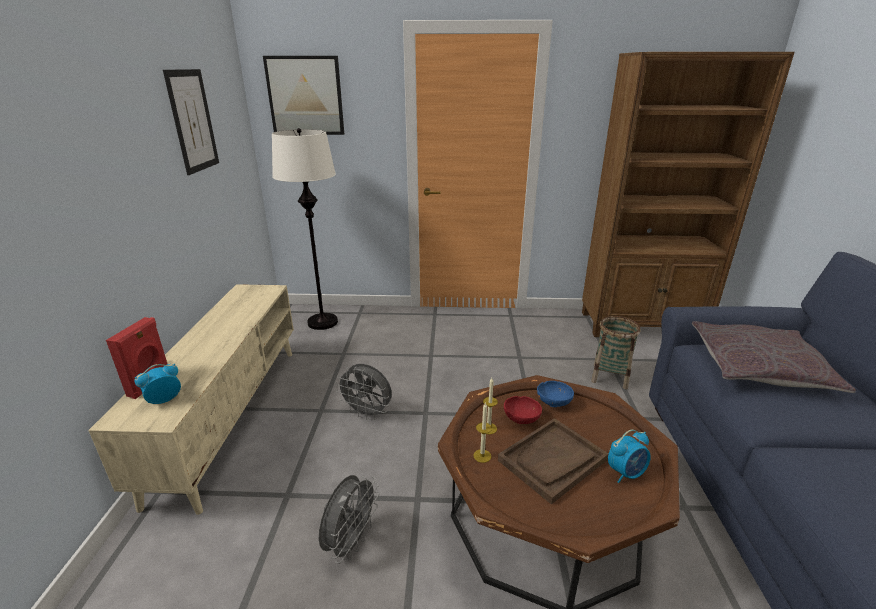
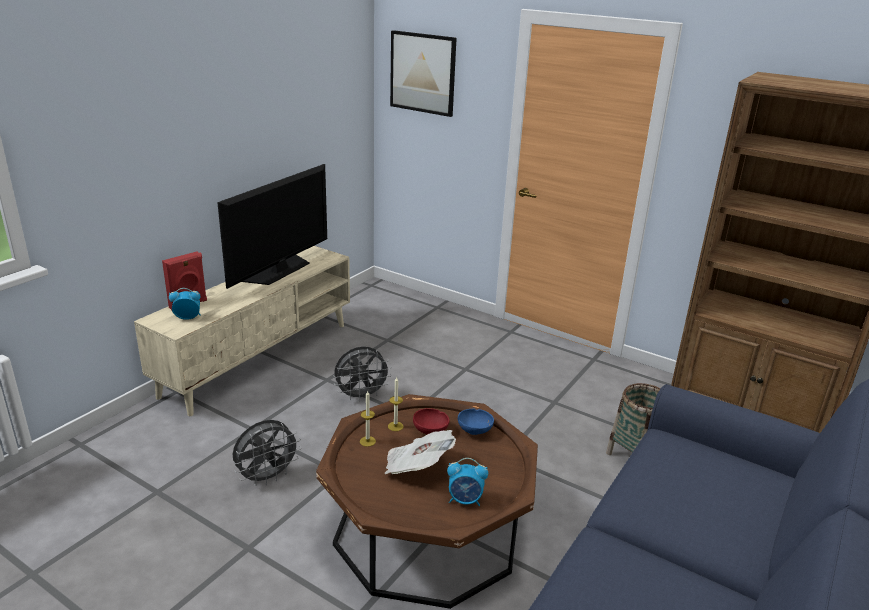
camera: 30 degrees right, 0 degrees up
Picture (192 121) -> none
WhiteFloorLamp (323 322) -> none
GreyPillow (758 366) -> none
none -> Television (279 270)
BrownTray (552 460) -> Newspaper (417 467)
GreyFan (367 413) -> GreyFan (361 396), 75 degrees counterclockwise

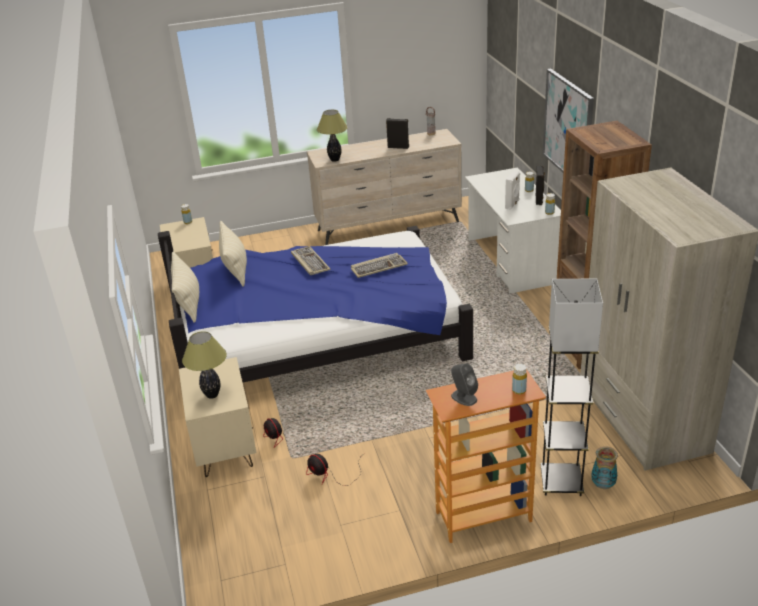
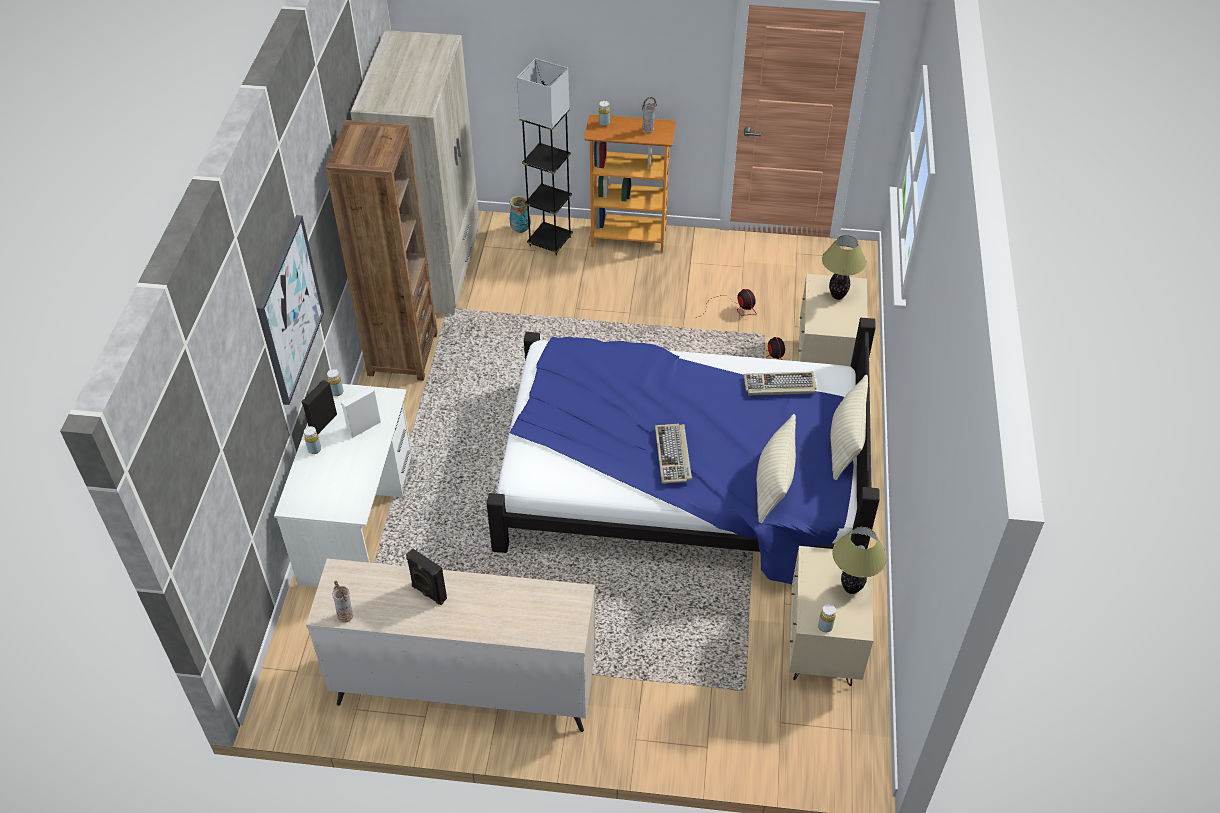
camera: 160 degrees left, 15 degrees up
TableLamp (334 160) -> TableLamp (851 588), shifted
Keyboard (378 267) -> Keyboard (779 386), shifted
GreySpeaker (463 397) -> Vase (648 130)

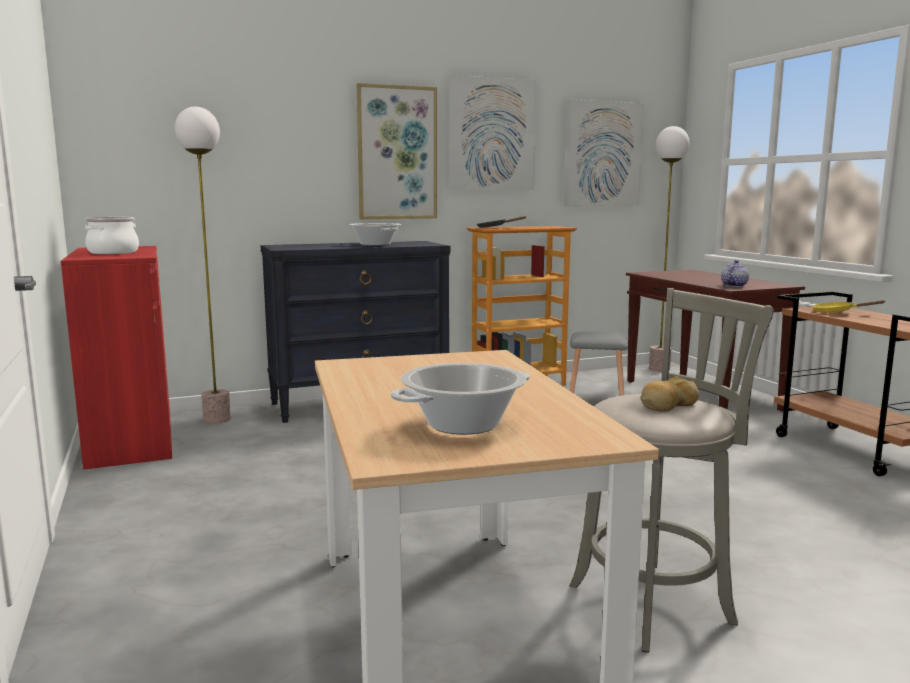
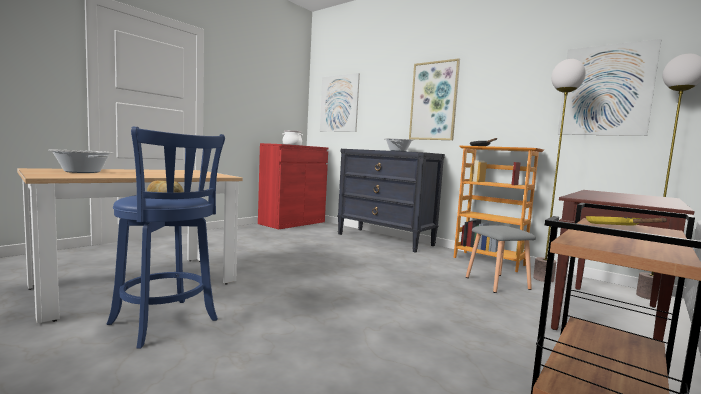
camera: 60 degrees right, 5 degrees down
Teapot (733 285) -> none
FloorLamp (217 419) -> FloorLamp (543 279), shifted
Picture (492 134) -> Picture (339 103), shifted
GreyStool (657 602) -> BlueStool (166 323)

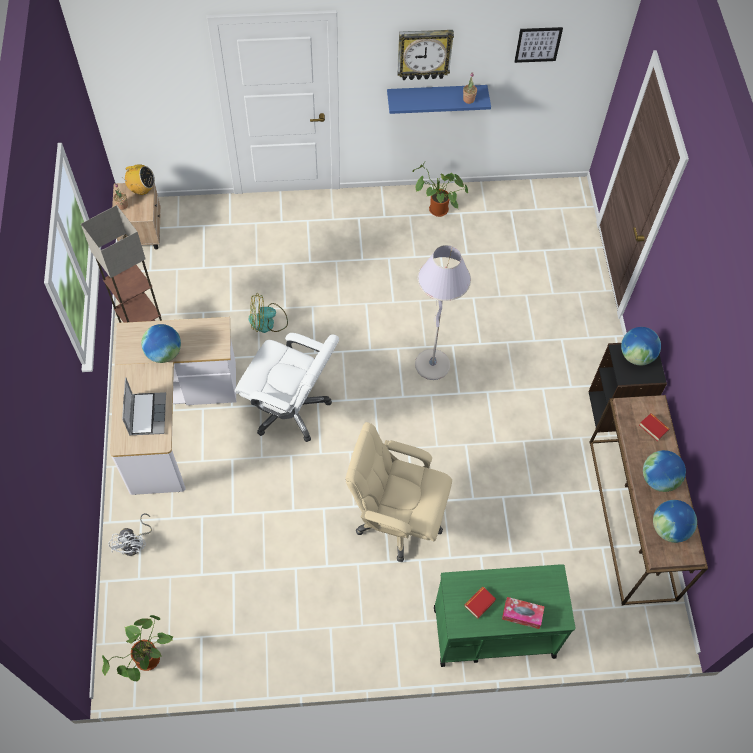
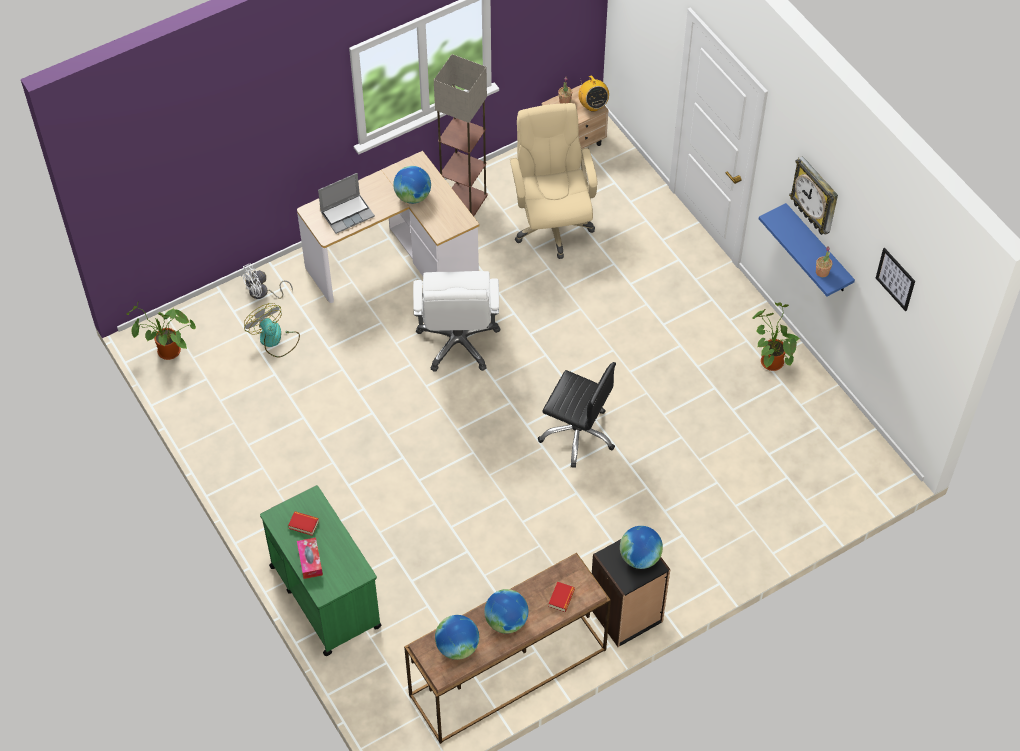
camera: 65 degrees right, 5 degrees down
Fan (268 322) -> Fan (274 340), shifted
BeigeOfficeChair (397 519) -> BeigeOfficeChair (552 225), shifted
GreyFloorLamp (432 365) -> BlackOfficeChair (577 434)

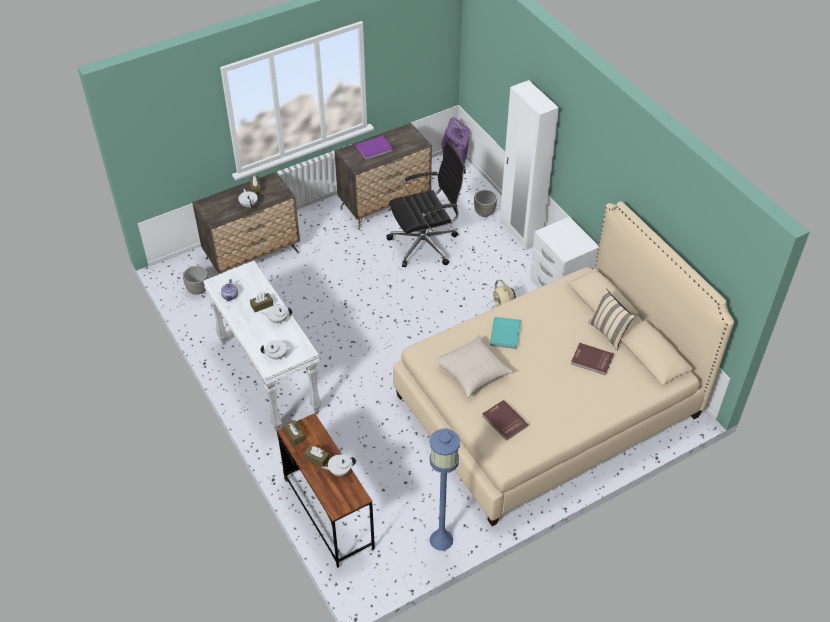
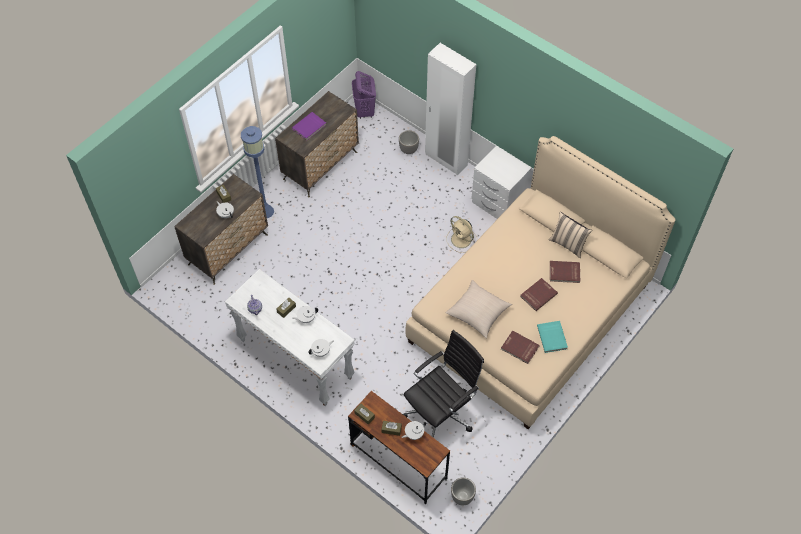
camera: 20 degrees left, 10 degrees up
none -> RedBook (538 295)
Planter (198 290) -> Planter (462 496), shifted
BlackOfficeChair (426 244) -> BlackOfficeChair (441 412), shifted
BlueFloorLamp (441 540) -> BlueFloorLamp (265 211), shifted
TurquoiseBook (506 334) -> TurquoiseBook (552 337), shifted

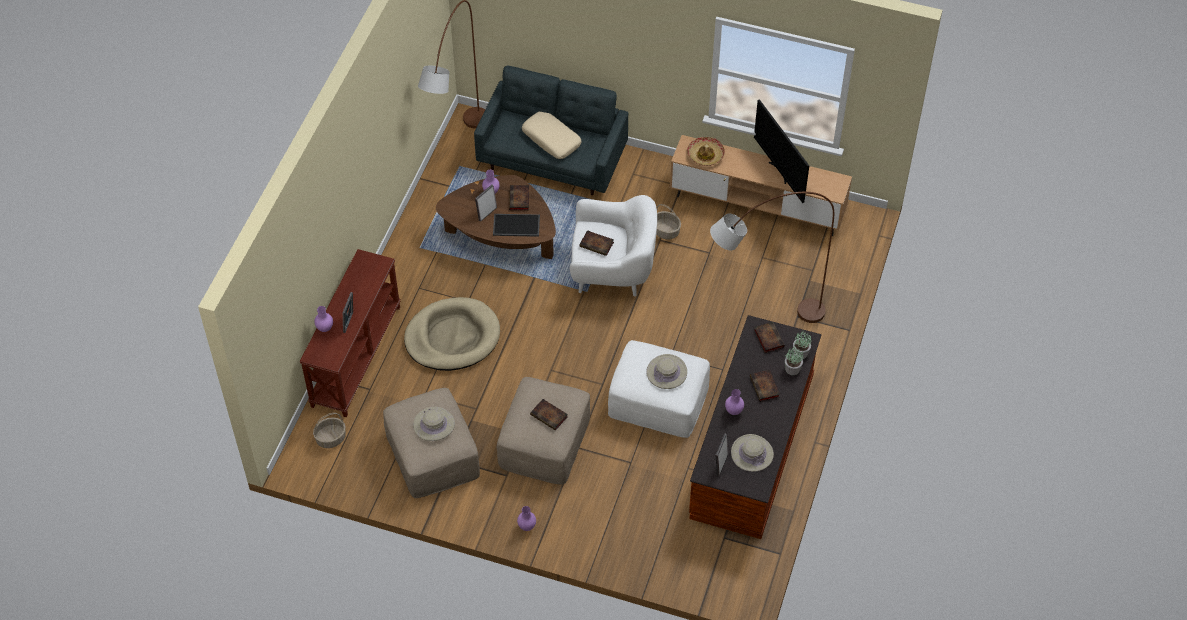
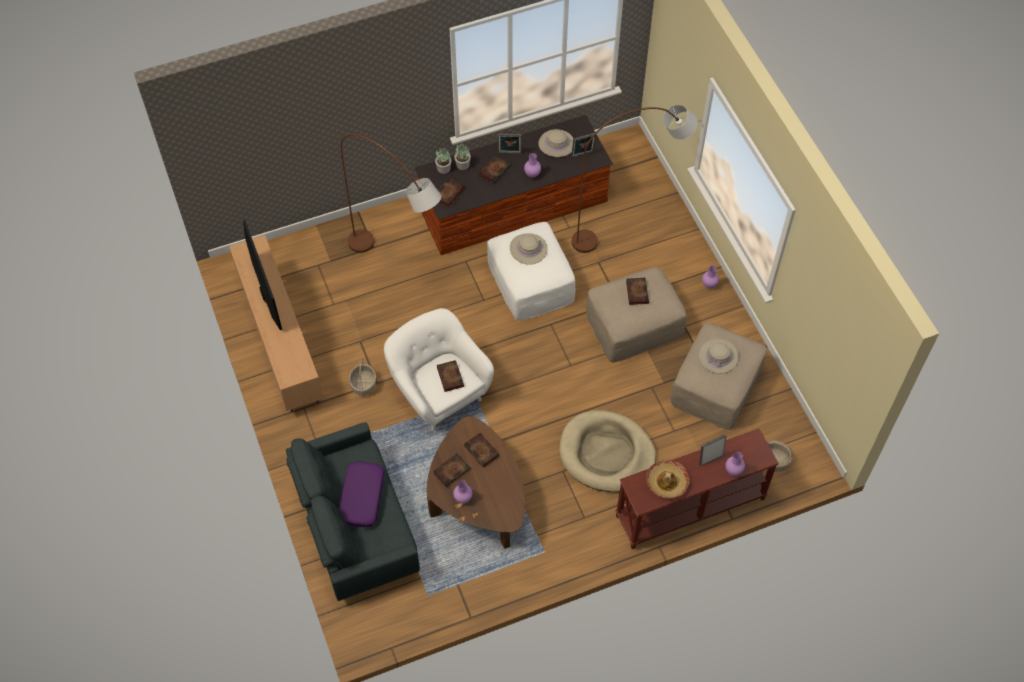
camera: 130 degrees left, 5 degrees up
BrownFloorLamp (458 153) -> BrownFloorLamp (629 227), shifted
PictureFrame (486 213) -> PictureFrame (509 153), shifted
Hat (705 155) -> Hat (667 482), shifted
Tray (516 226) -> Book (482 451)
BeigePillow (552 139) -> PurplePillow (361 497)
Television (780 172) -> Television (265 294), 45 degrees counterclockwise

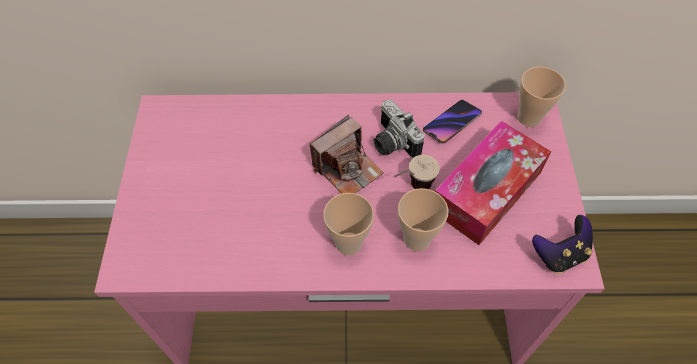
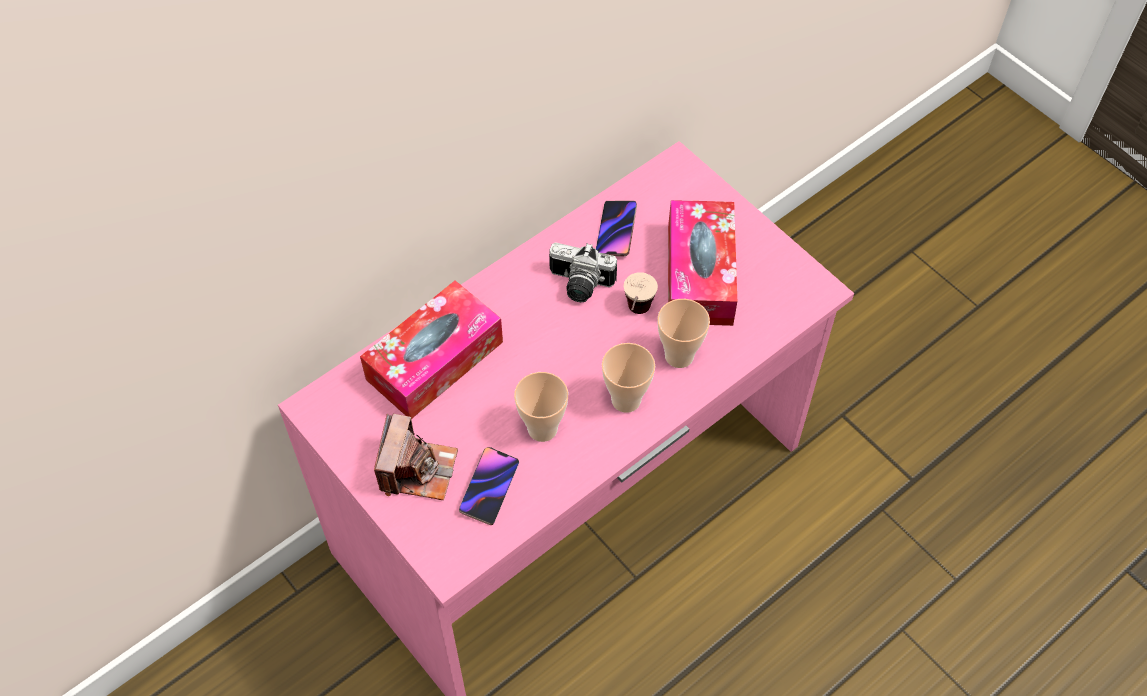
camera: 40 degrees left, 0 degrees up
GameController (559 254) -> none
none -> TissueBox (434 360)
none -> Phone (489 487)
PhotoCamera (347 169) -> PhotoCamera (417 469), shifted
Cup (529 118) -> Cup (542 428), shifted

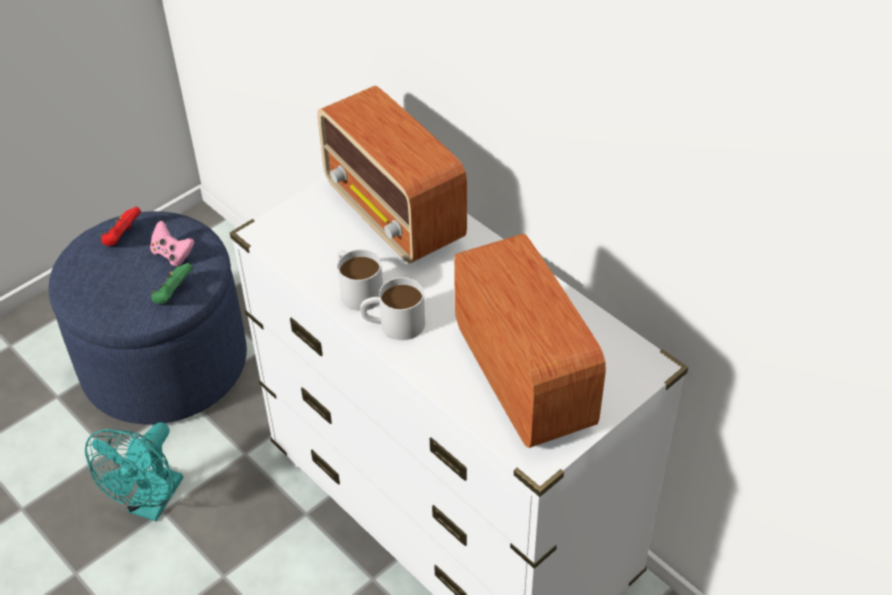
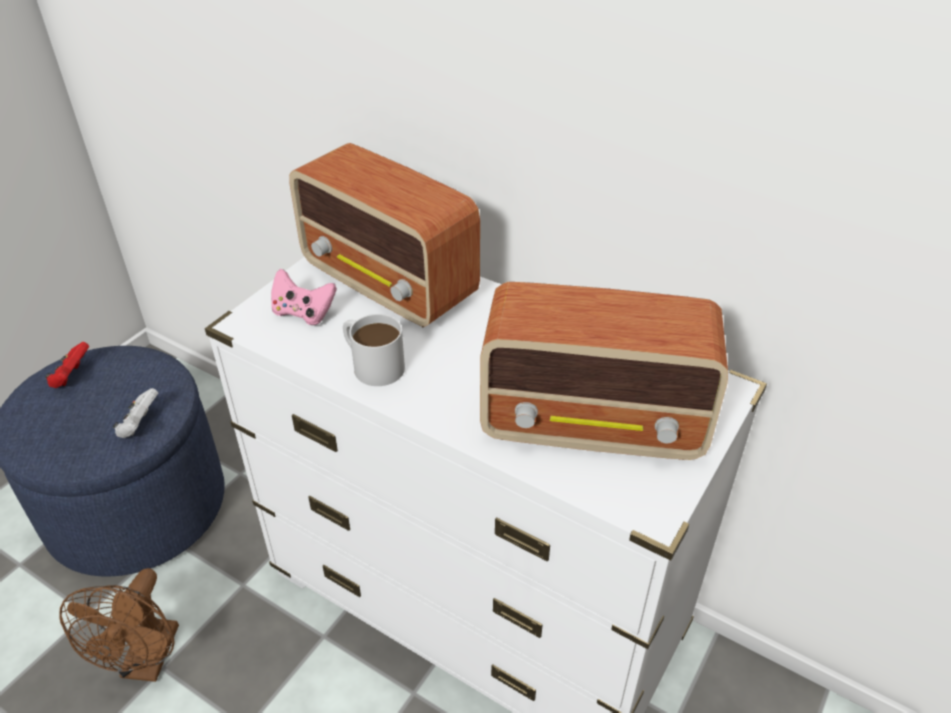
camera: 15 degrees left, 5 degrees down
WhiteMug (393 323) -> none
PinkGameController (172 254) -> PinkGameController (303 313), shifted
TurquoiseFan (151 504) -> BrownFan (147 662)
GreenGameController (173 294) -> WhiteGameController (139 425)
Radio (522 376) -> Radio (595 424), 135 degrees clockwise

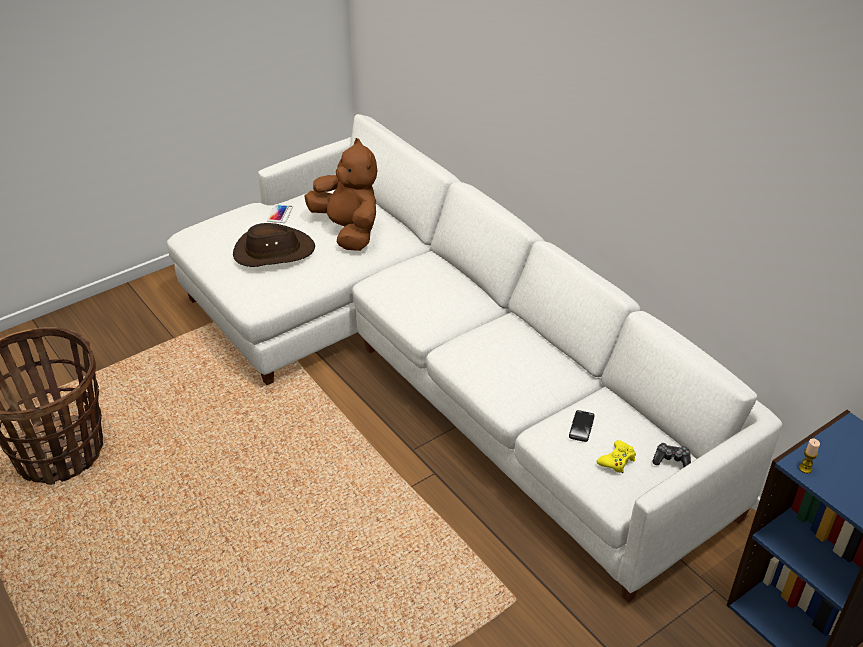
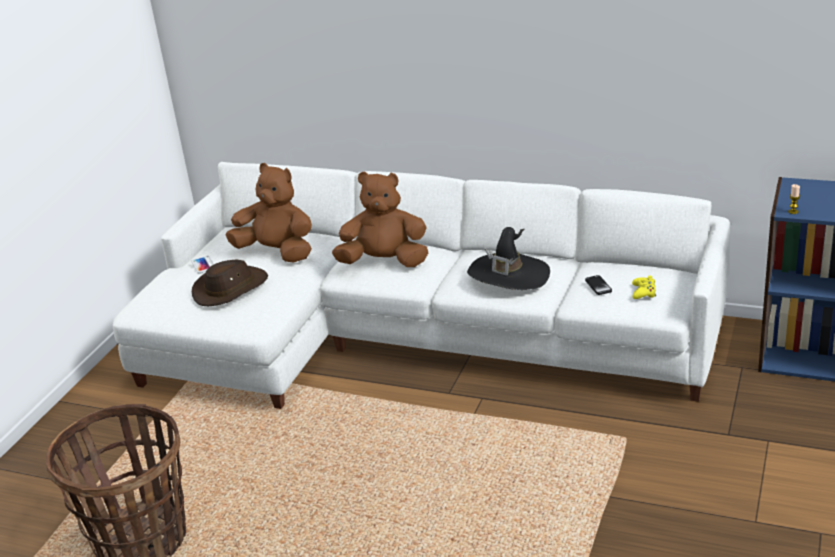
camera: 30 degrees left, 10 degrees down
GameController (671 460) -> none
none -> BrownPlushToy (385 262)
none -> BlackHat (508 275)

